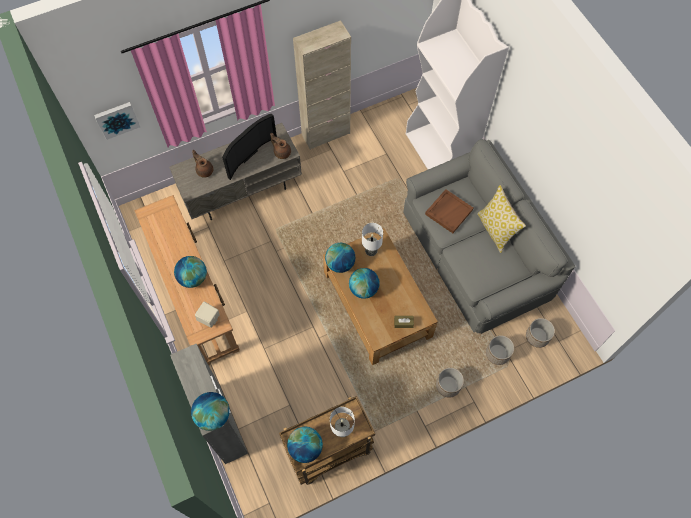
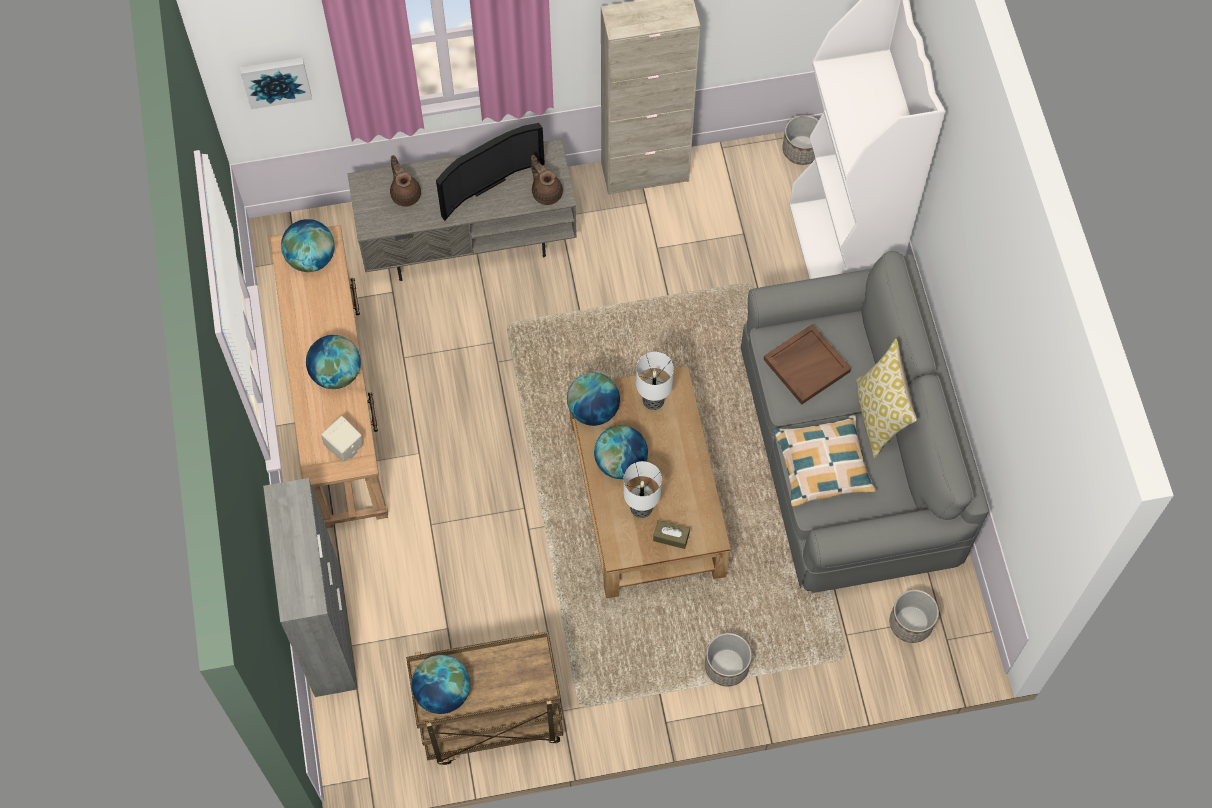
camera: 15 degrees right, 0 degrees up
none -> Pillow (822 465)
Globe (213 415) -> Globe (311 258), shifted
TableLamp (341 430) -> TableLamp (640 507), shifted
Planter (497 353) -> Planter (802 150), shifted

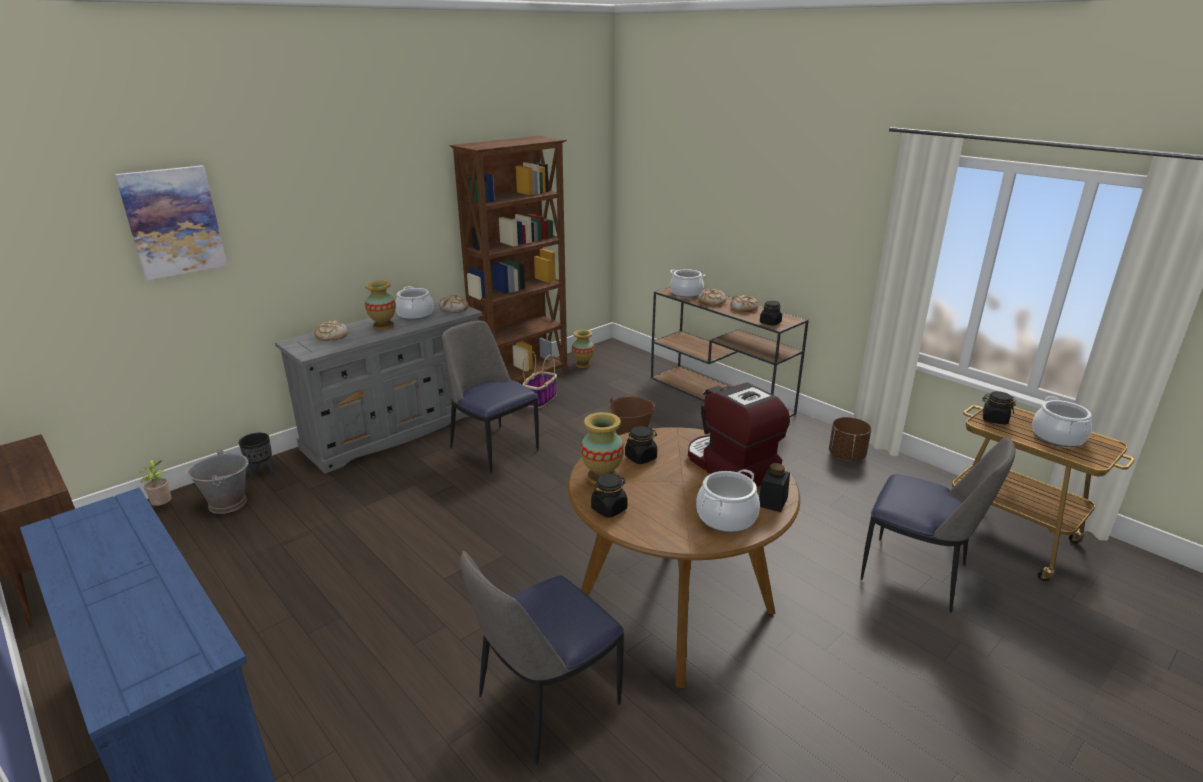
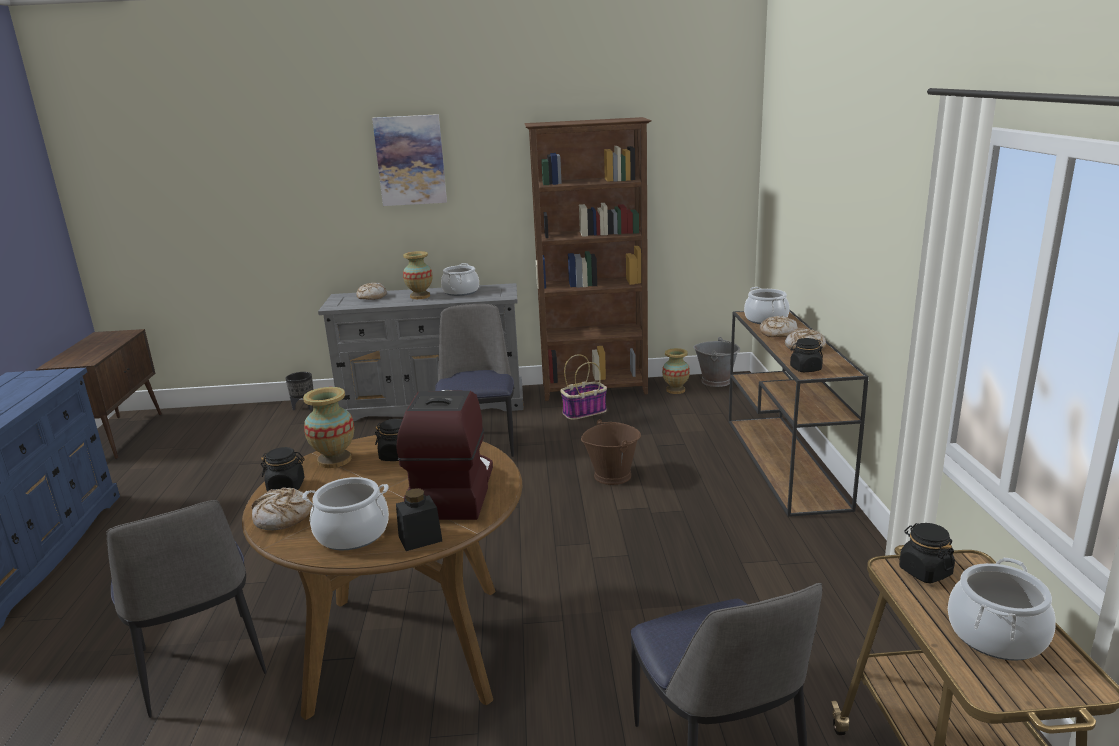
camera: 40 degrees right, 5 degrees down
PottedPlant (163 506) -> none
BrownPlanter (846 456) -> none
Picture (173 222) -> Picture (410 160), shifted
GreyBucket (228 503) -> GreyBucket (716 381), shifted
Bread (454 309) -> Bread (282 517), shifted
Chair (545 703) -> Chair (201 665), 120 degrees counterclockwise

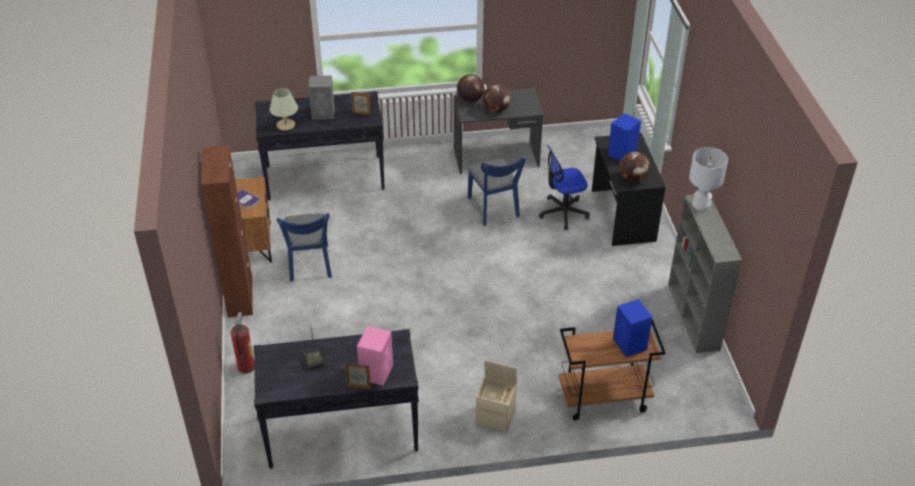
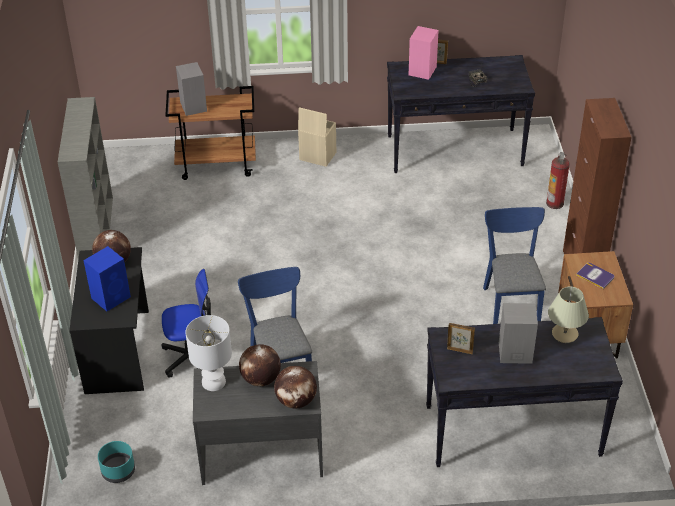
camera: 175 degrees left, 0 degrees up
none -> TurquoisePlanter (118 471)
WhiteTableLamp (701 204) -> WhiteTableLamp (214 382), shifted
BlueSpeaker (630 345) -> GreySpeaker (193 106)

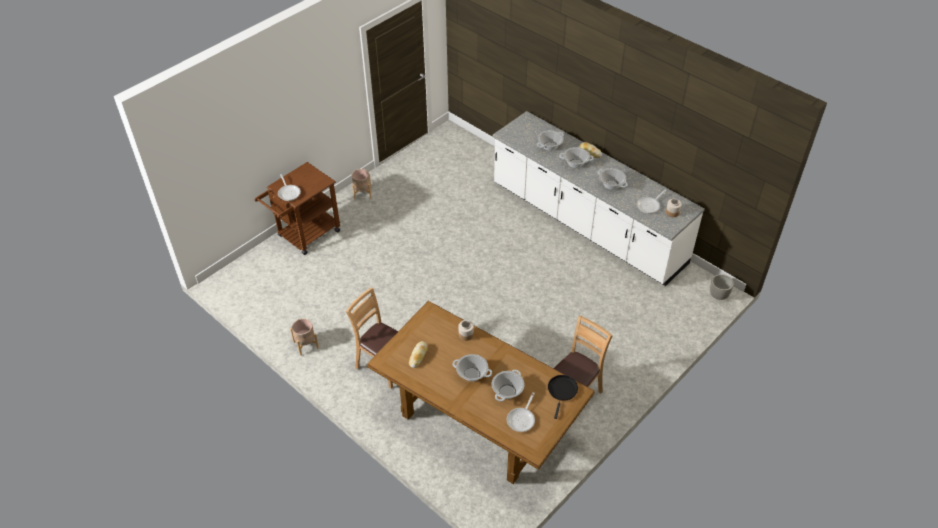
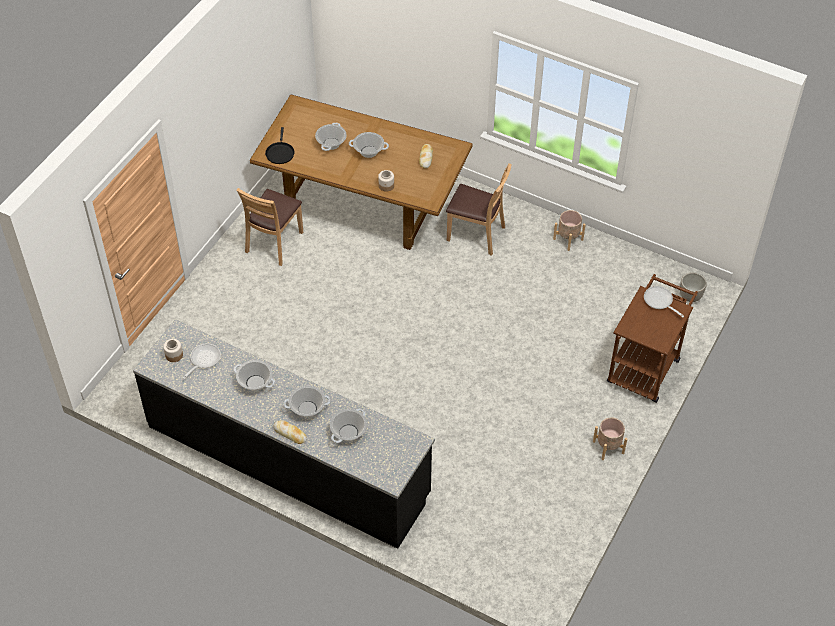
camera: 165 degrees right, 5 degrees up
FryingPan (522 419) -> none
Planter (718 295) -> Planter (690 297), shifted
WhiteCounter (587 224) -> BlackCounter (288 460)

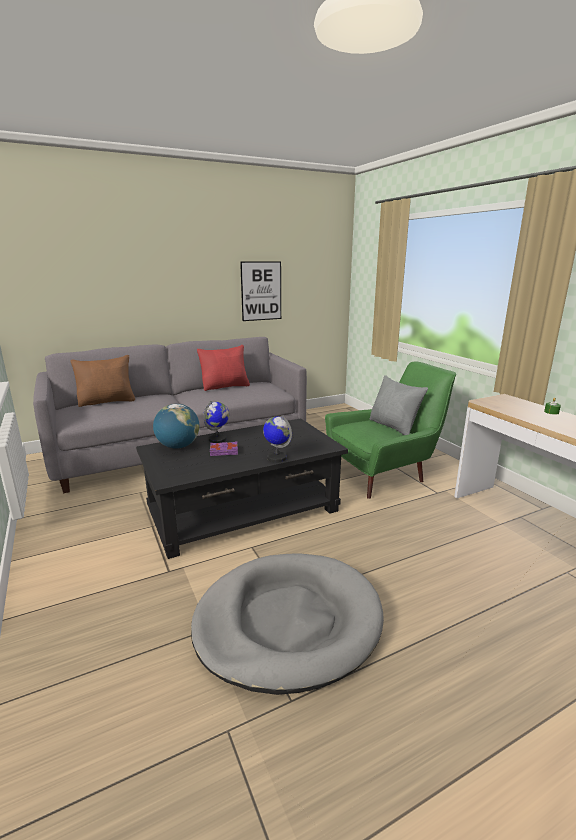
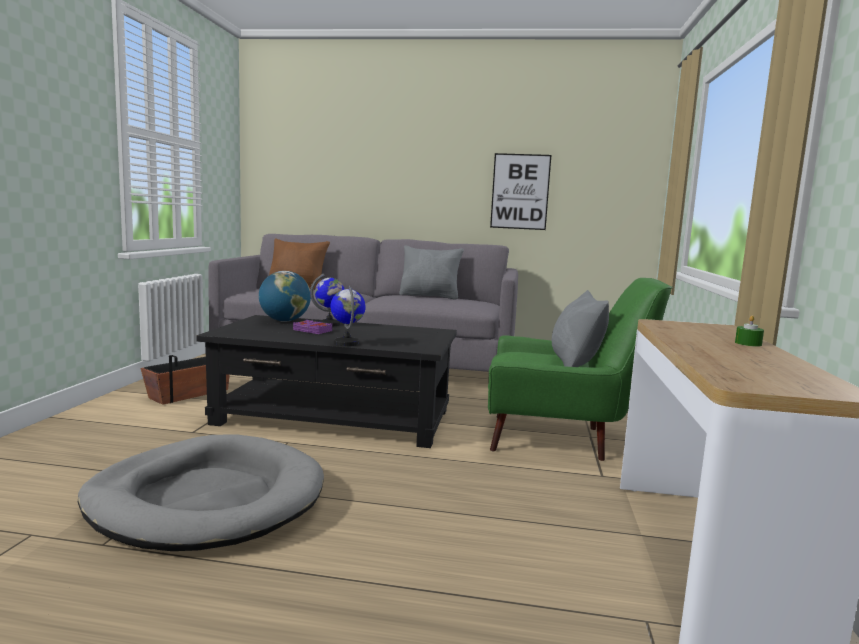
camera: 35 degrees right, 10 degrees down
none -> Planter (188 394)
RedPillow (225 387) -> GreyPillow (430 296)

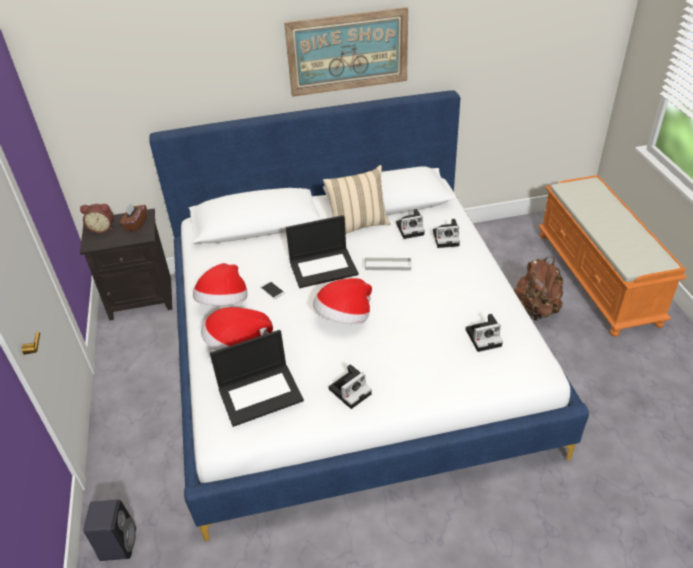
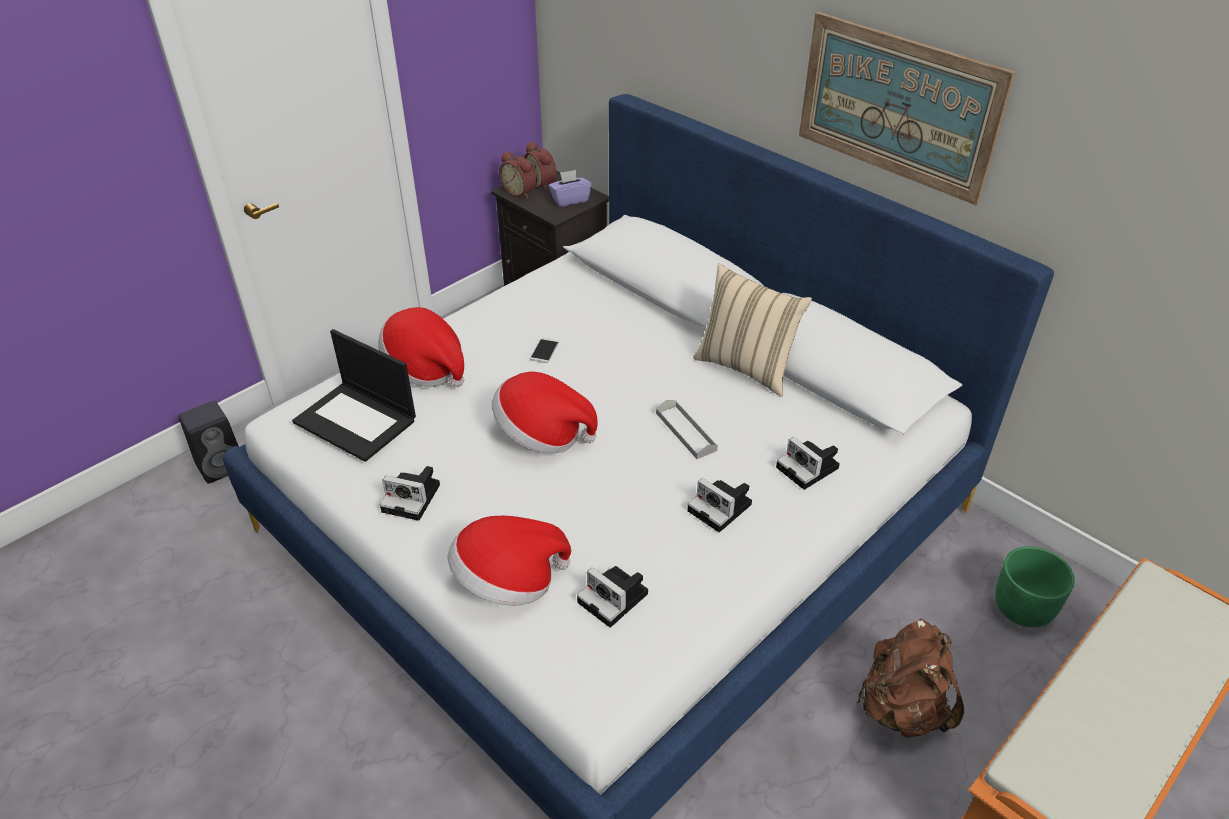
camera: 55 degrees right, 0 degrees up
Laptop (324 267) -> none
none -> AlarmClock (520 192)
none -> GreenPlanter (1023 608)
Hat (224 303) -> Hat (508 581), shifted
PhotoCamera (411 228) -> PhotoCamera (722 508), shifted
BrownTissueBox (136 224) -> PurpleTissueBox (570 200)

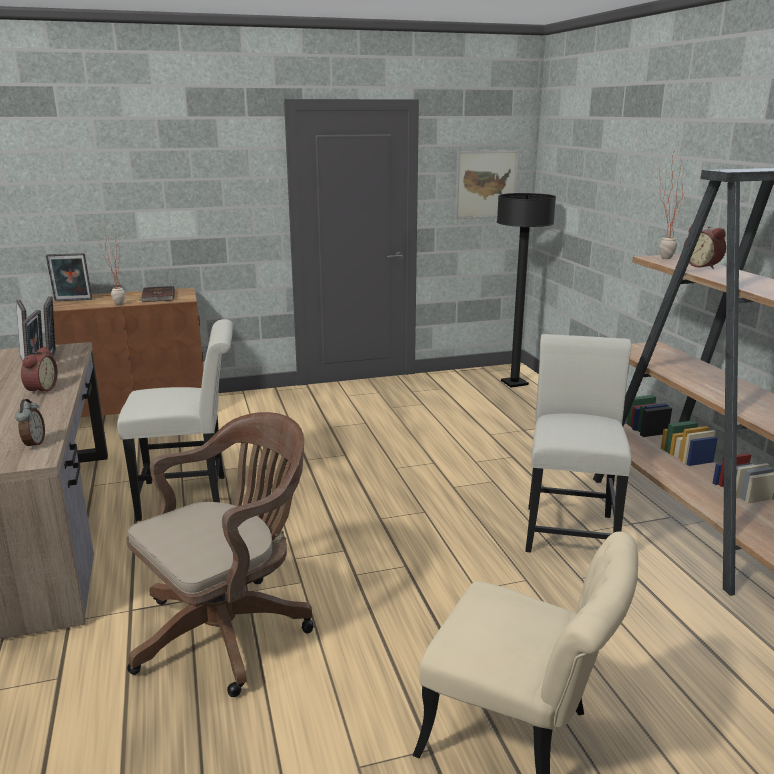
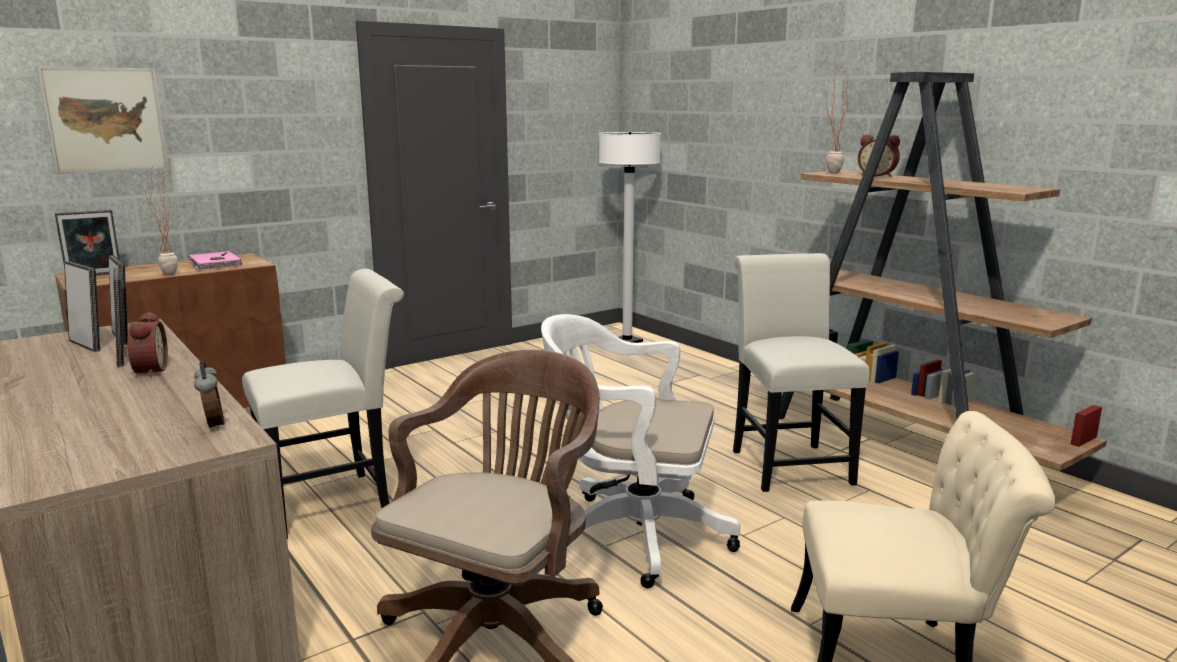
camera: 20 degrees left, 5 degrees down
none -> WhiteOfficeChair (631 534)
Picture (486 184) -> Picture (106 120), shifted
BrownBook (157 296) -> PinkBook (214 264)
BlackFloorLamp (514 383) -> WhiteFloorLamp (627 341)

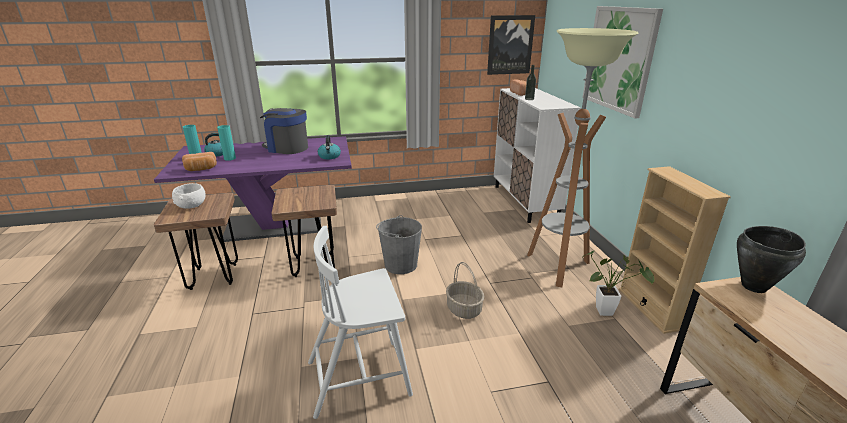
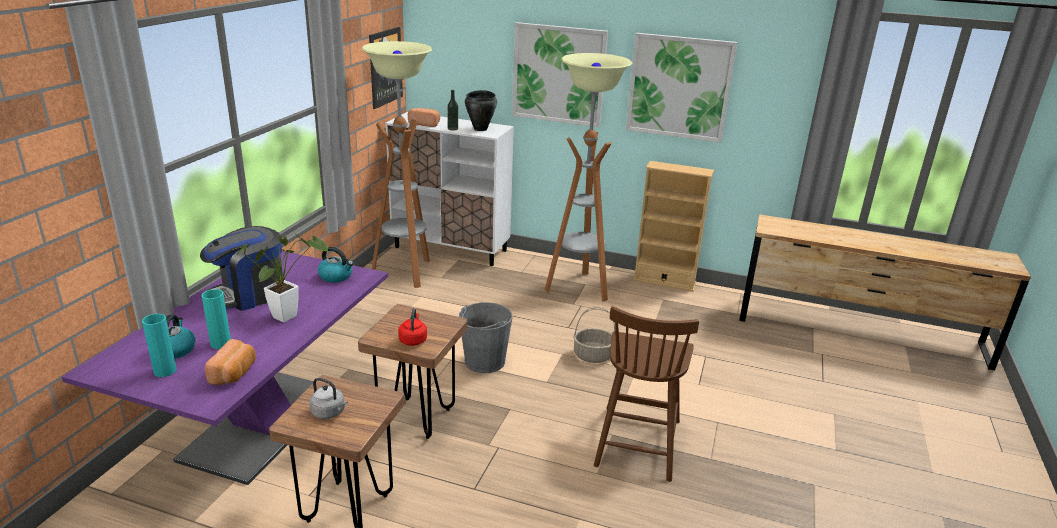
camera: 60 degrees left, 0 degrees up
none -> FloorLamp (406 272)
none -> RedKettle (413 340)
none -> Picture (679 87)
PottedPlant (608 312) -> PottedPlant (289 315), shifted
BlackCookingPot (754 287) -> BlackCookingPot (480 129), shifted
WhiteBowl (192 206) -> GreyKettle (329 413)
WhiteChair (360 377) -> BrownChair (637 441)

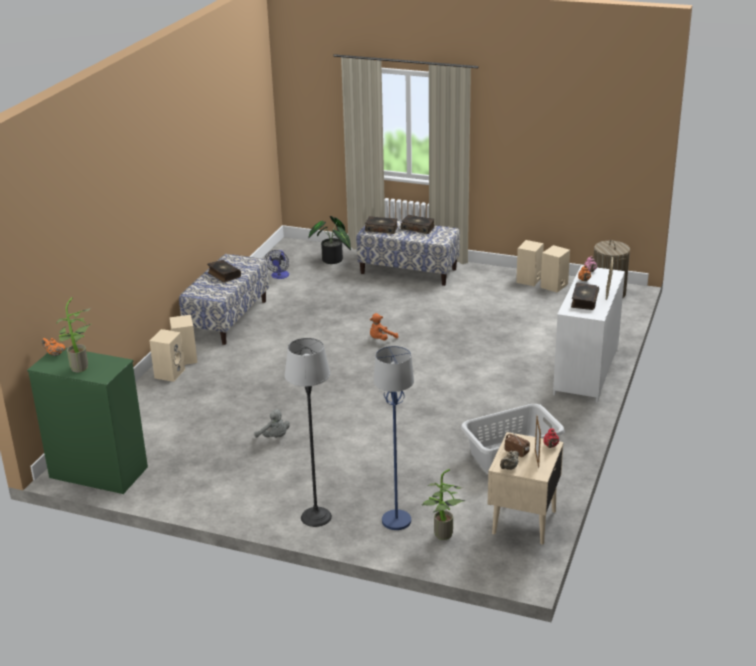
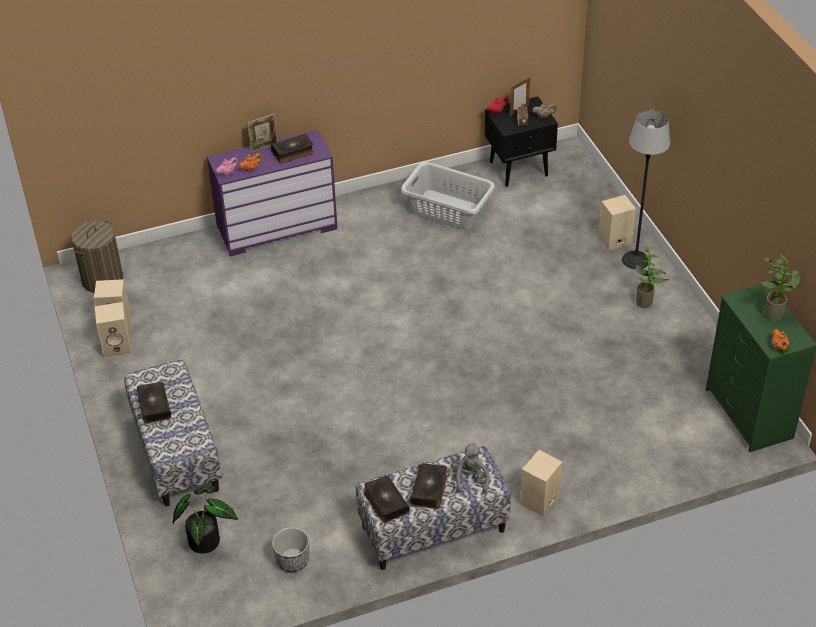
camera: 130 degrees left, 15 degrees up
OrangePlushToy (381 339) -> none
BlueFloorLamp (396 520) -> none
BeigeSpeaker (169 373) -> BeigeSpeaker (614 240), shifted
GreyPlushToy (274 437) -> GreyPlushToy (470 479), shifted
Book (381 229) -> Book (385 503), shifted
PottedPlant (441 536) -> PottedPlant (646 302), shifted
Fan (279 276) -> Planter (292 560)
BeigeNightstand (523 522) -> BlackNightstand (519 169)
WhiteDresser (587 371) -> PurpleDresser (277 228)

